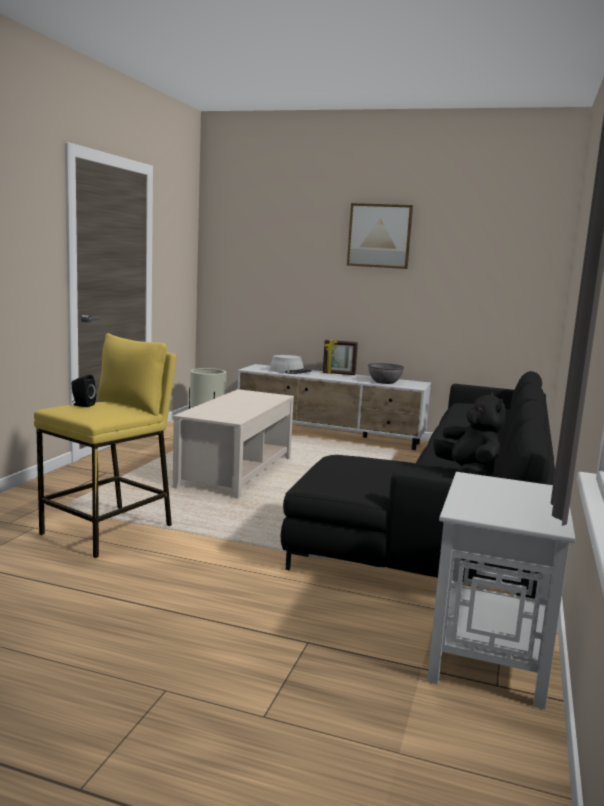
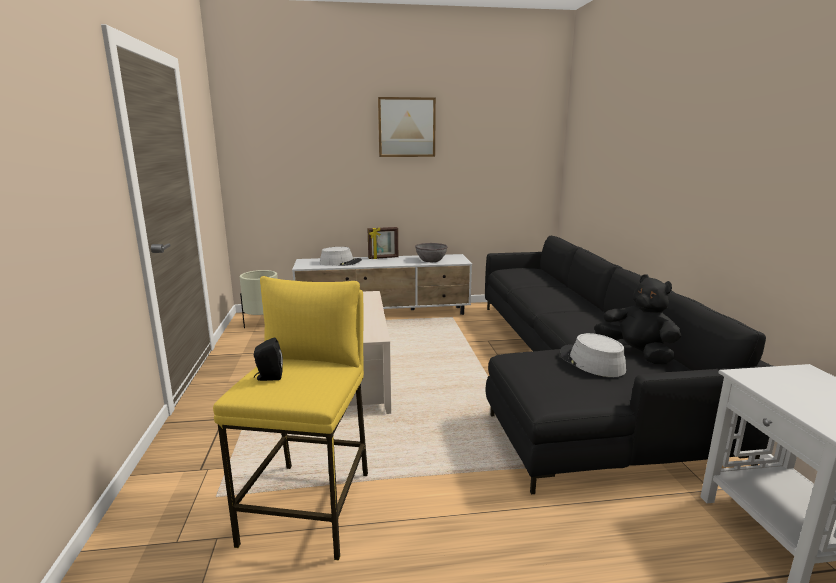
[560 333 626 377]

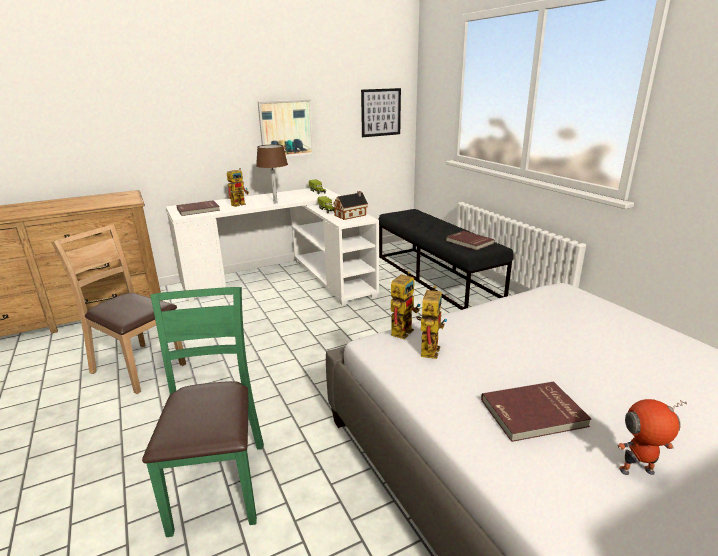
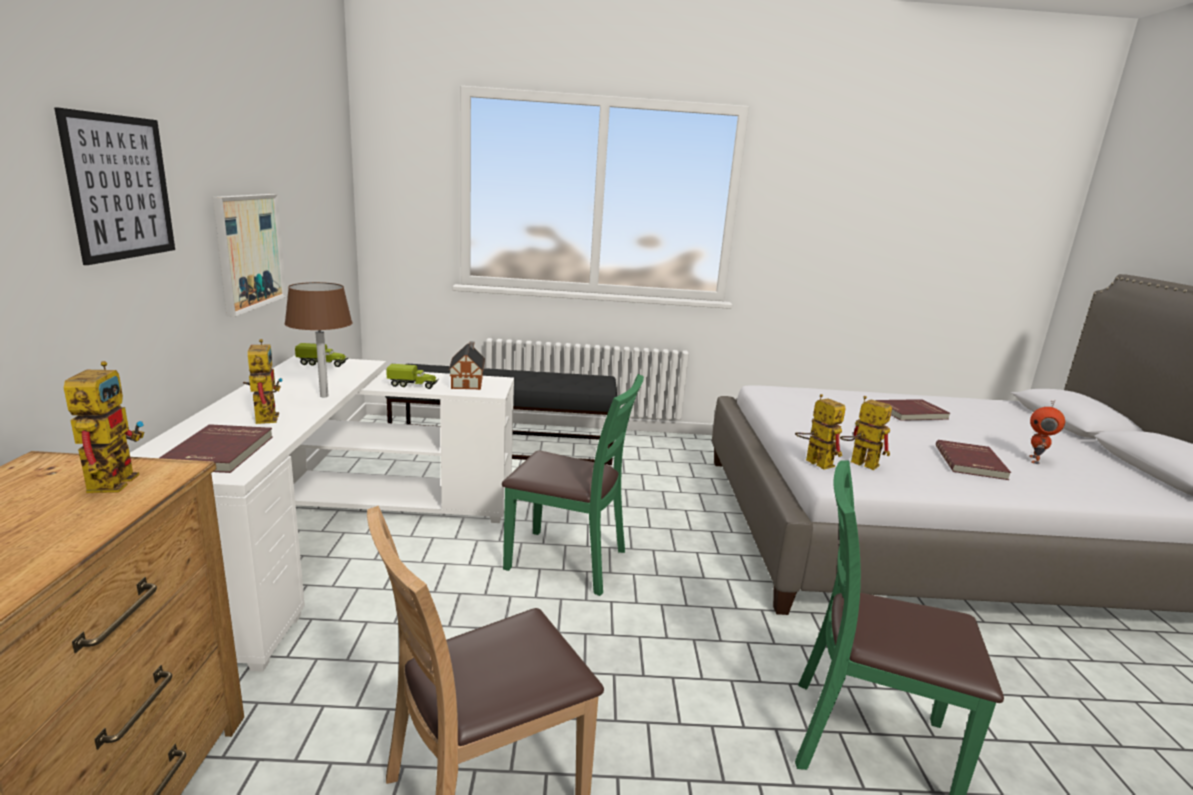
[54 107 175 265]
[875 399 951 421]
[64 361 144 493]
[502 374 644 596]

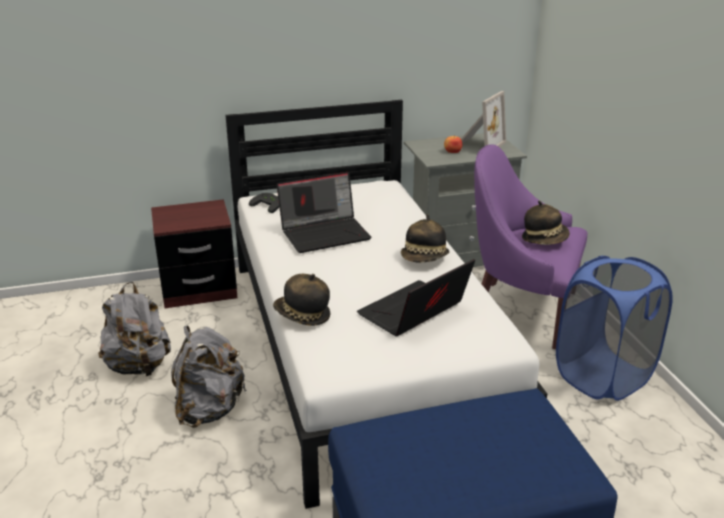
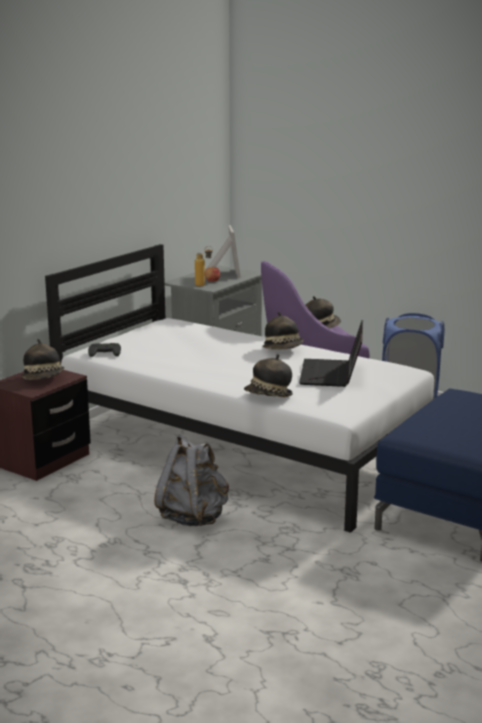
[277 172 371 253] (first image)
[98 282 171 376] (first image)
[195 246 213 286]
[21 339 65 380]

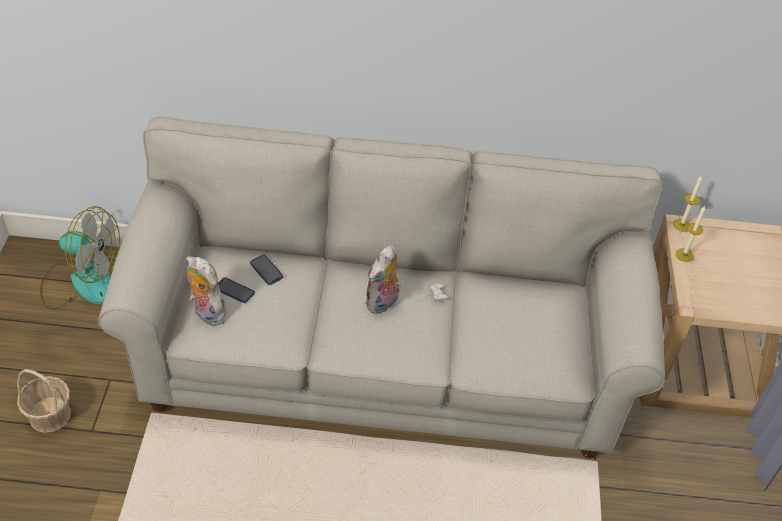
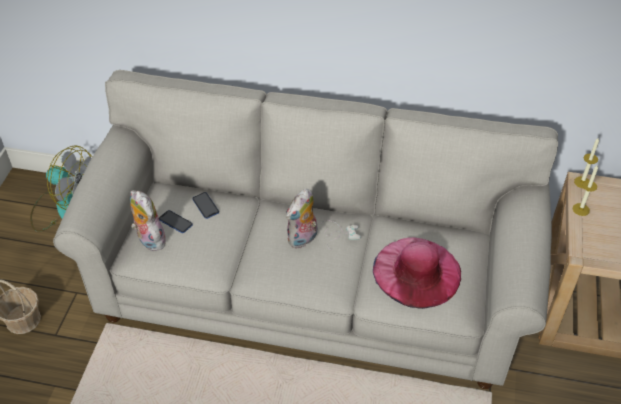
[373 237 461 309]

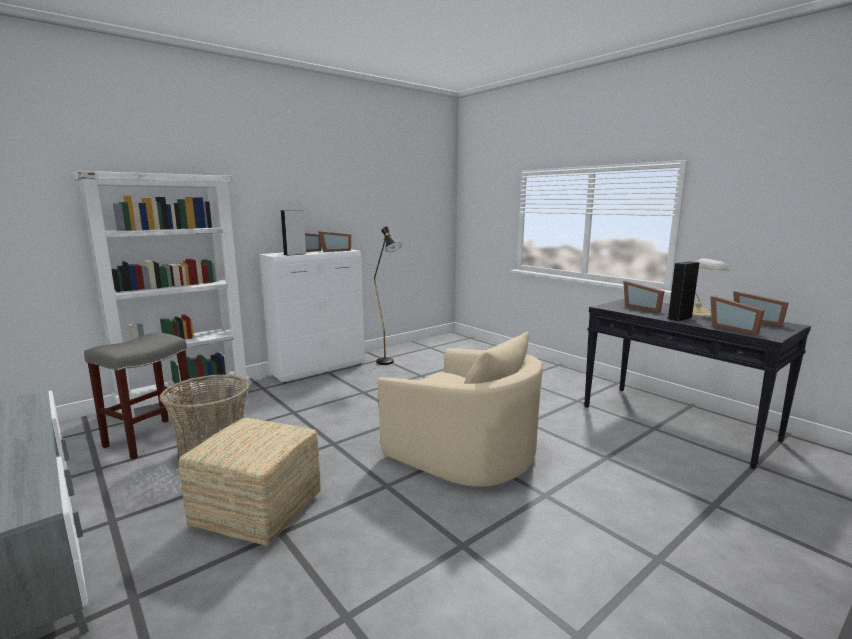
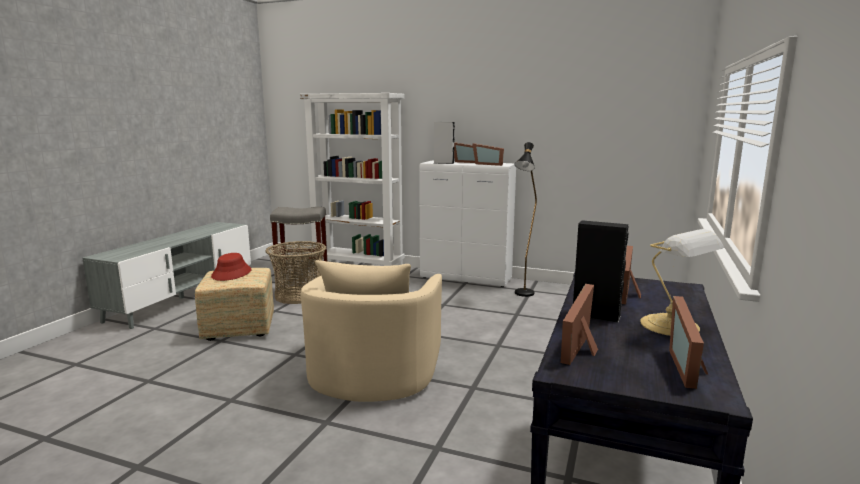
[211 253 251 281]

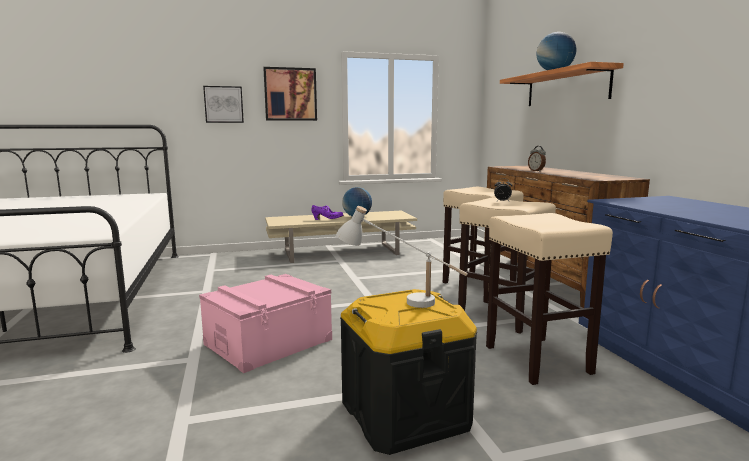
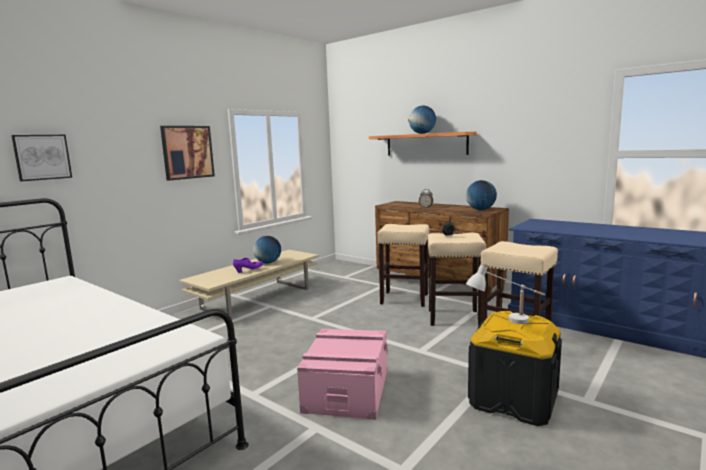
[11 135 72 181]
[466 180 497 210]

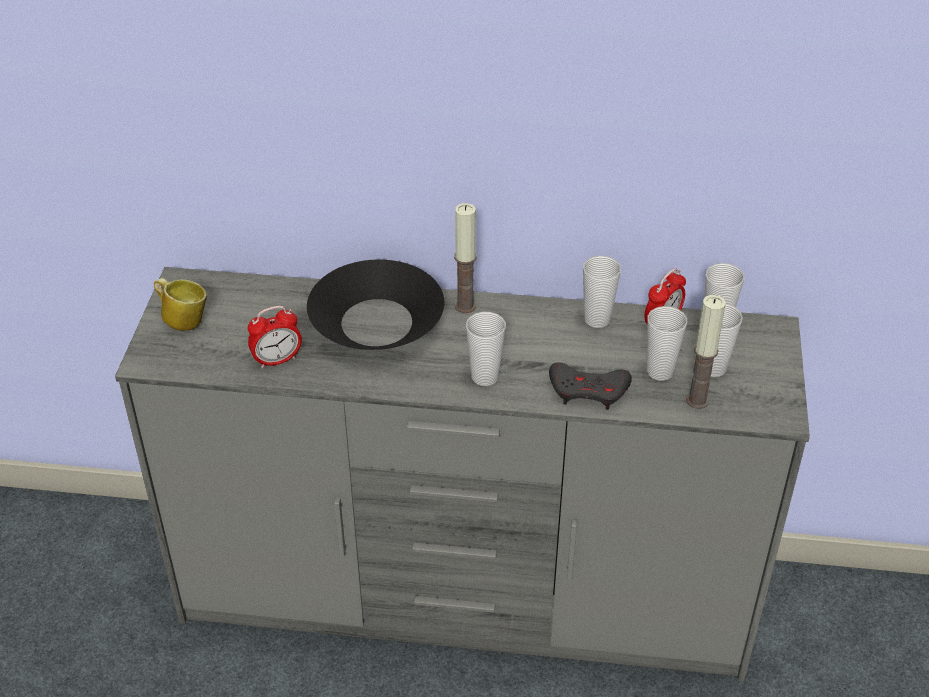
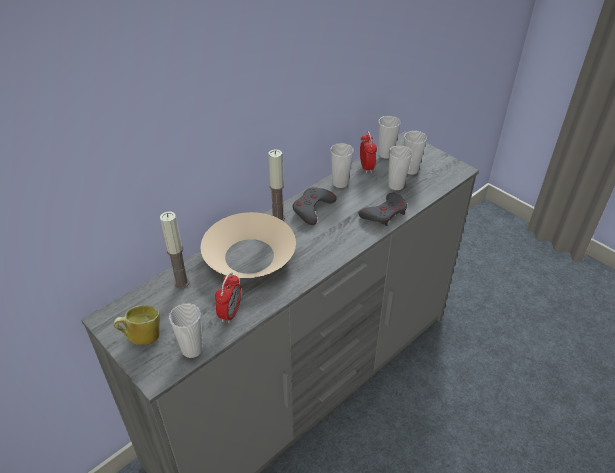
[201 212 296 278]
[160 211 190 289]
[169 303 203 358]
[292 187 337 225]

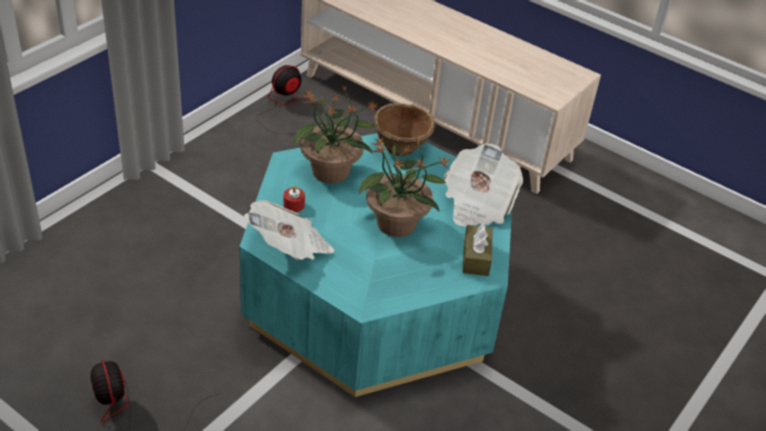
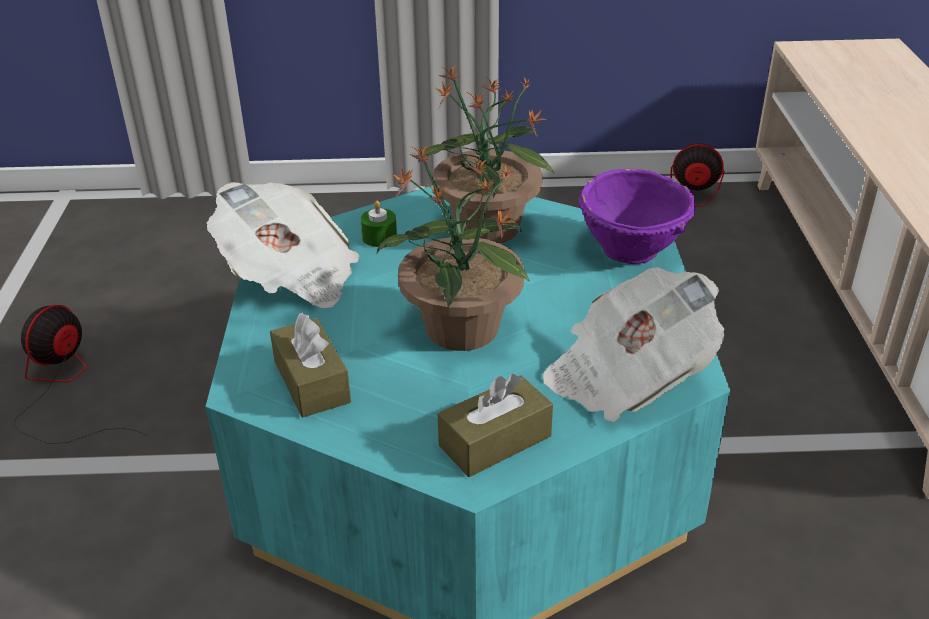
[579 169 695 264]
[360 200 397 247]
[270 313 351 417]

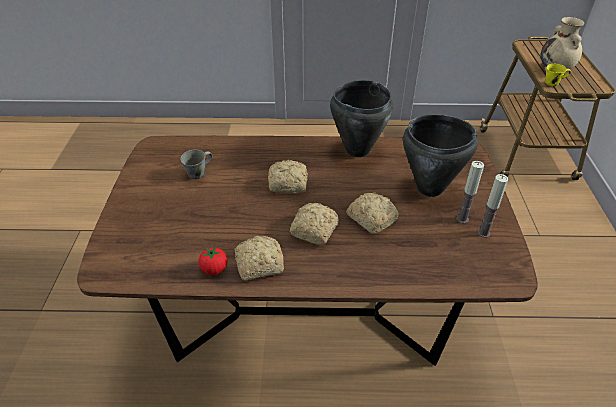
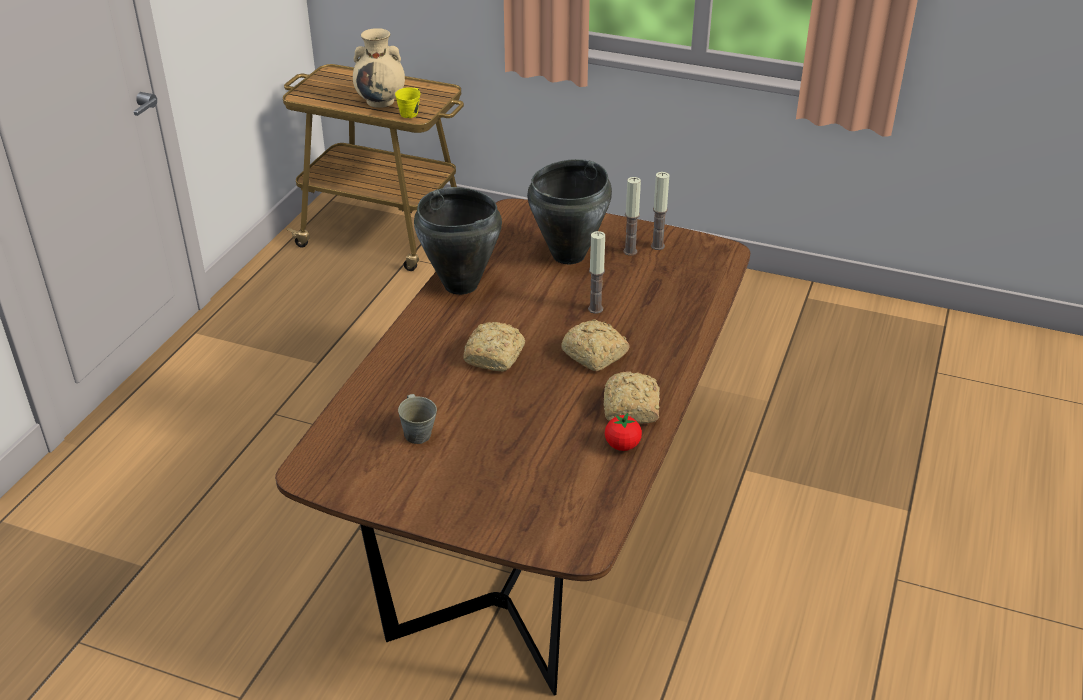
[588 231 605 314]

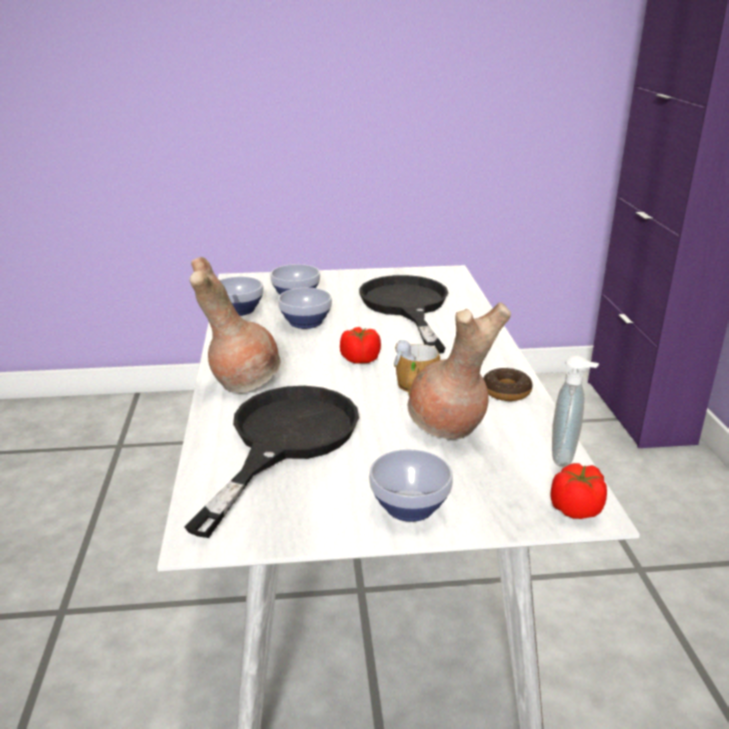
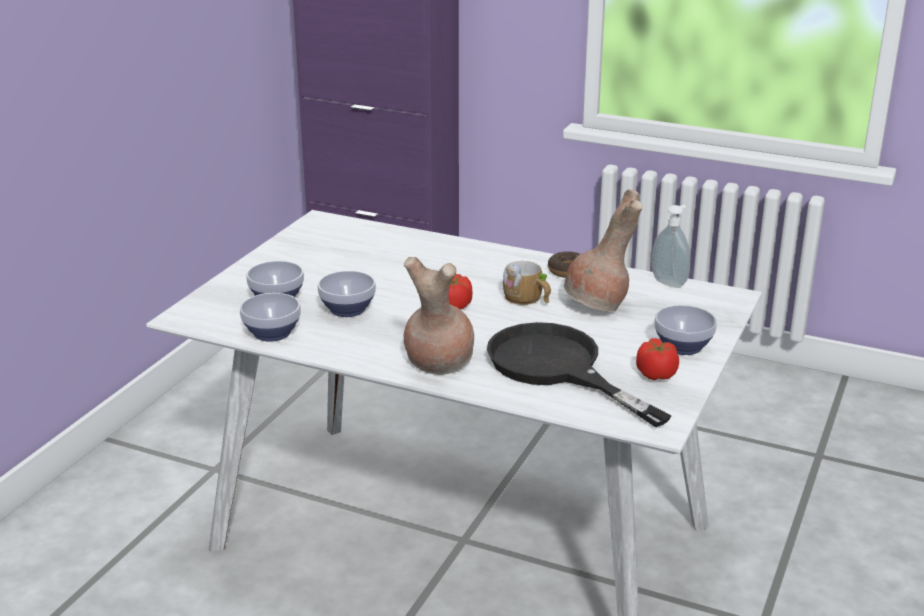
[359 275 448 354] (first image)
[636 338 679 380]

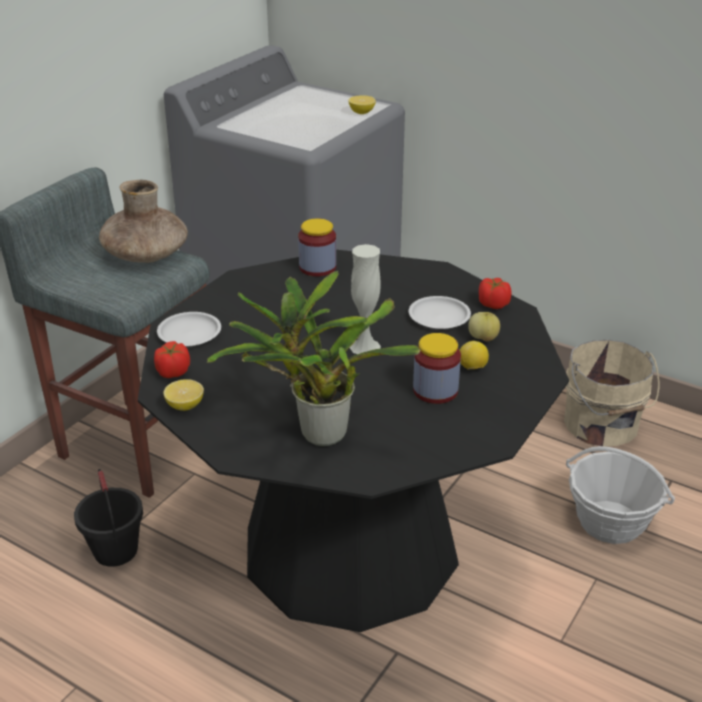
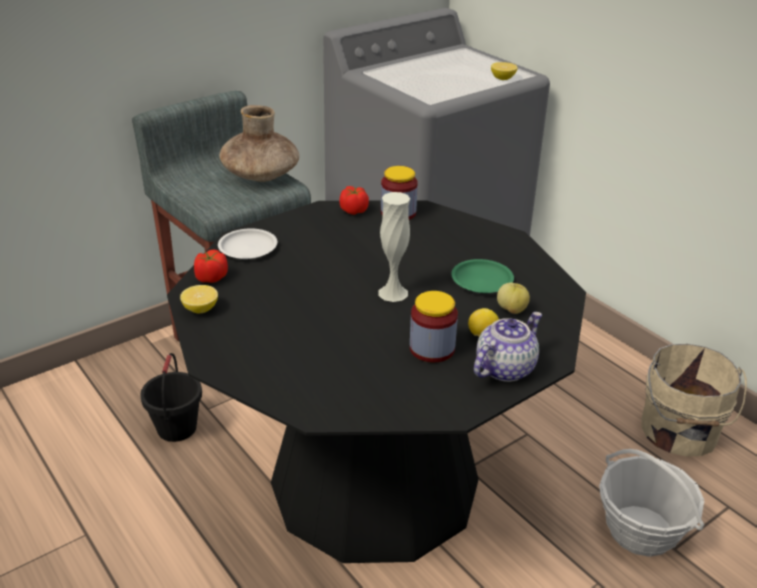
[206 271 420 446] (first image)
[339 186 369 215]
[451 259 514 293]
[474 312 542 382]

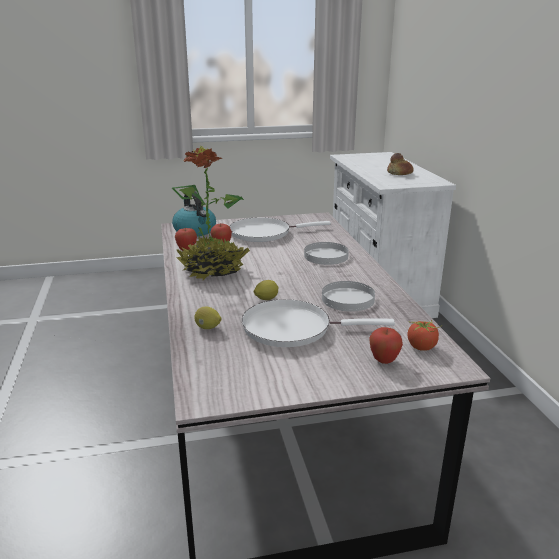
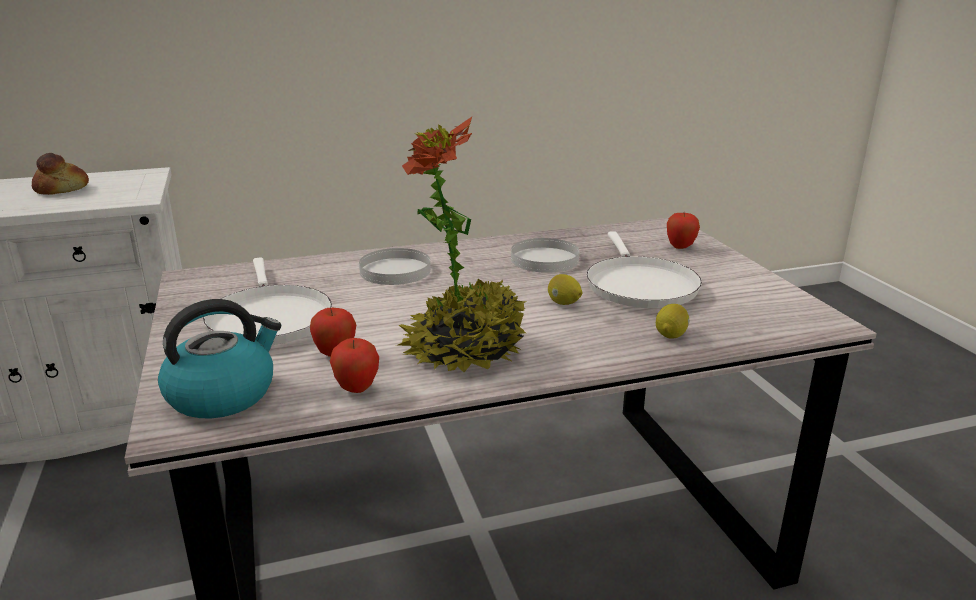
[407 320 442 351] (first image)

